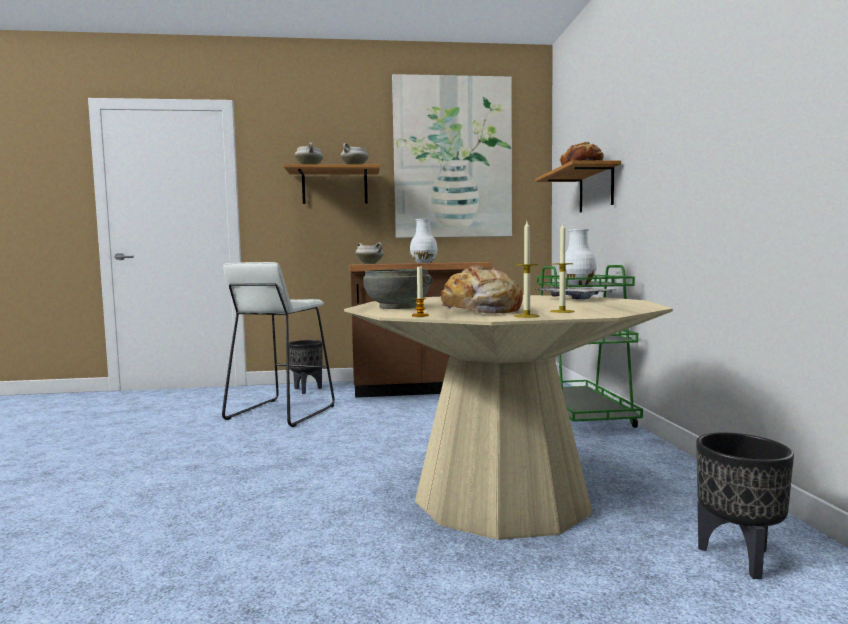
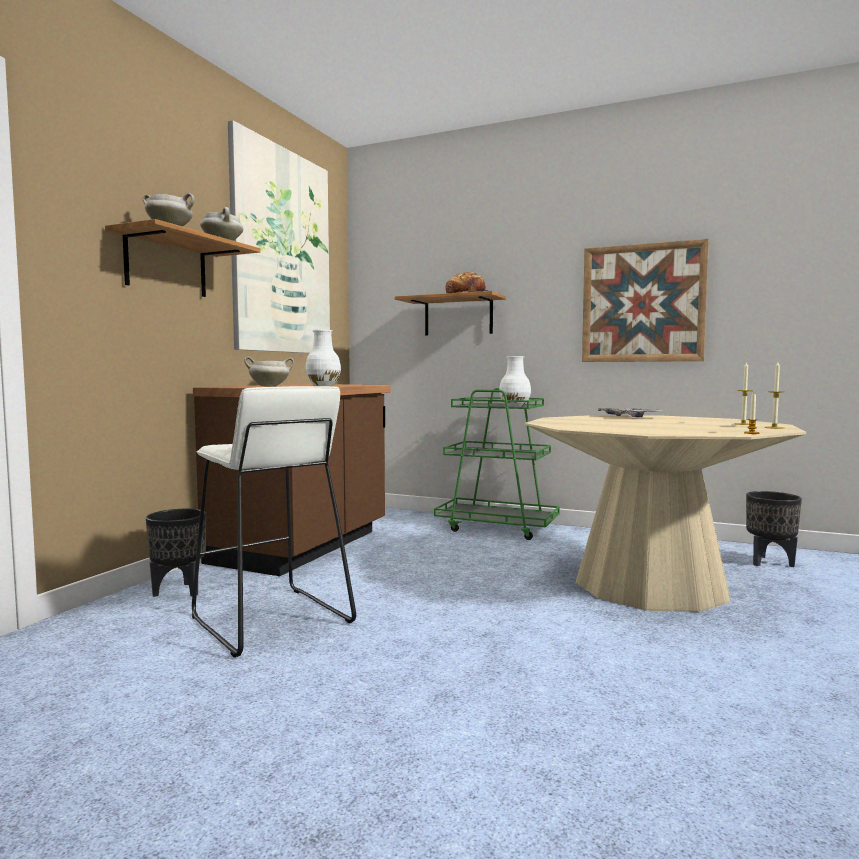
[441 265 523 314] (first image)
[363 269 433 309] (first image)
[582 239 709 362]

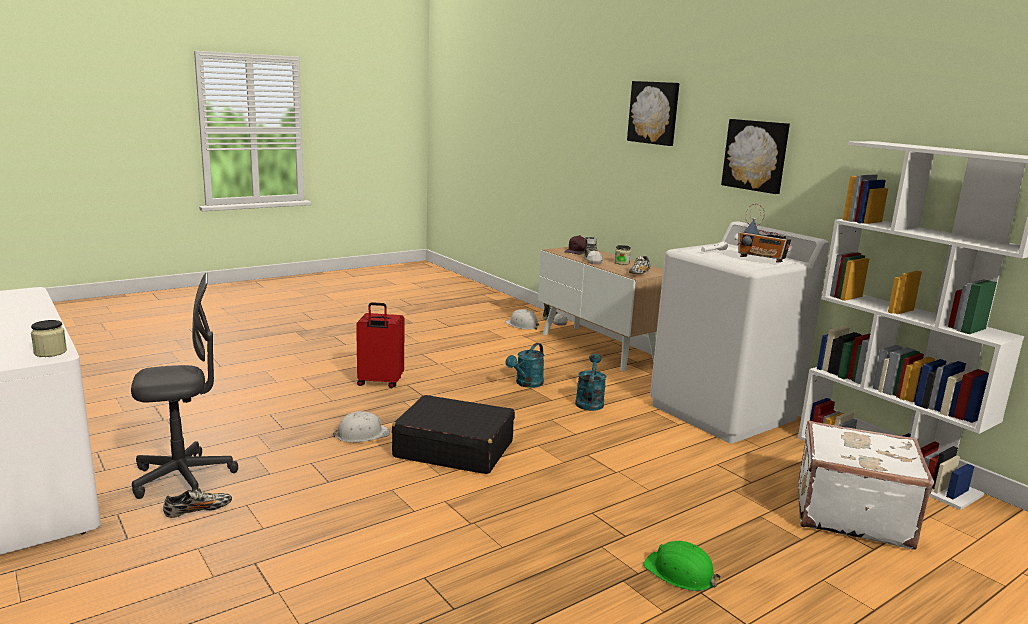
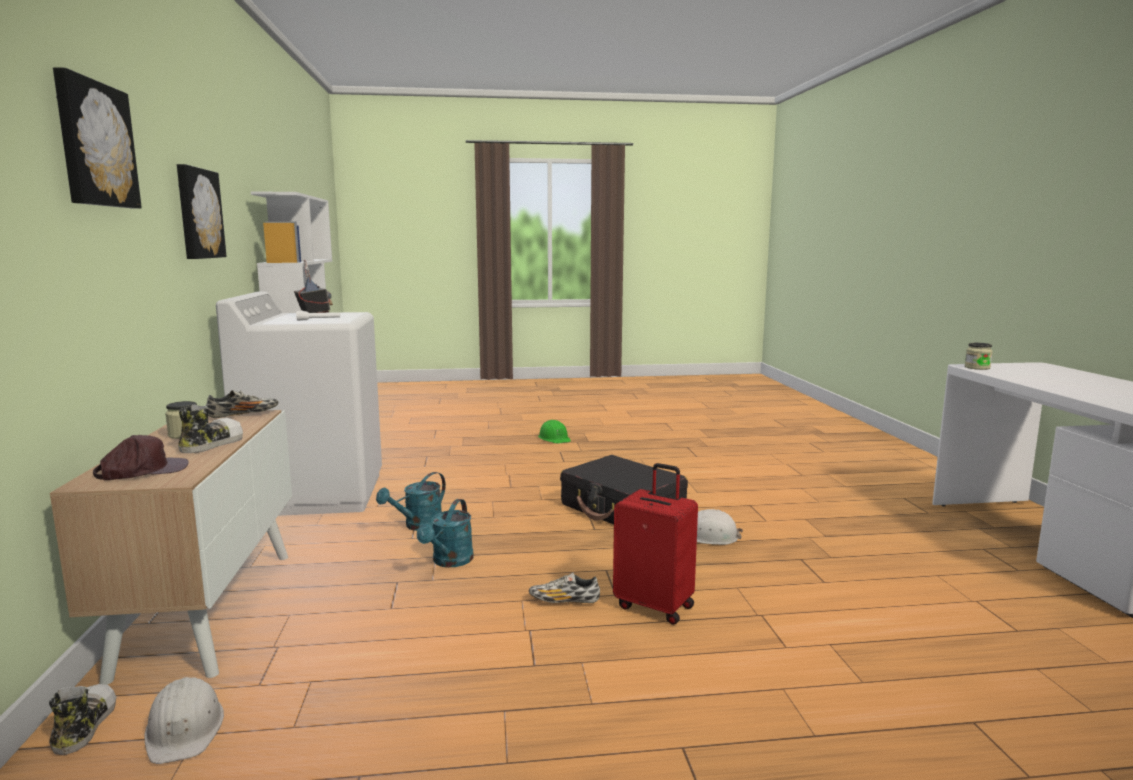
[131 273 238 499] (first image)
[417 499 474 568]
[798 420 934 550] (first image)
[529 572 600 603]

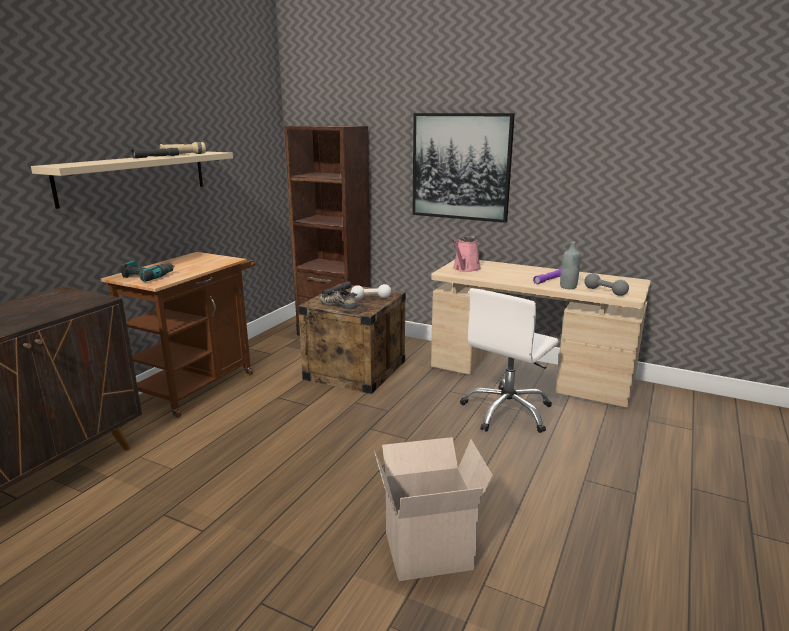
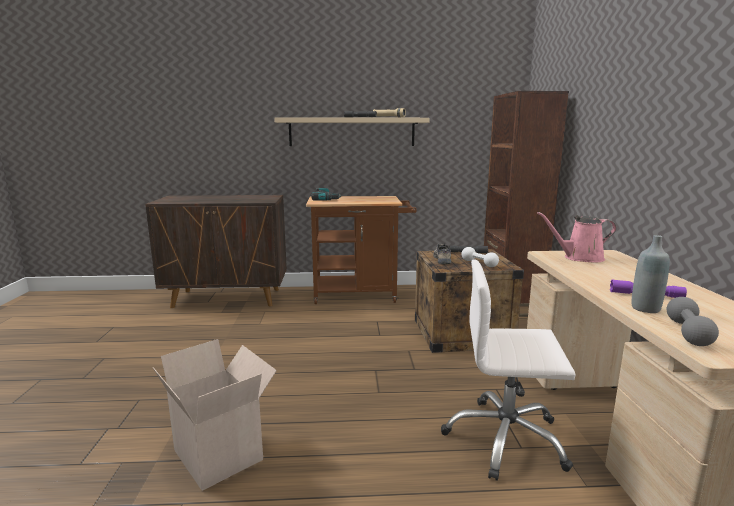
[412 113 515 223] (first image)

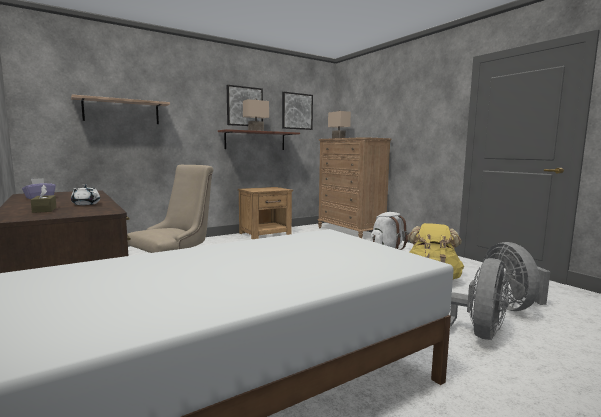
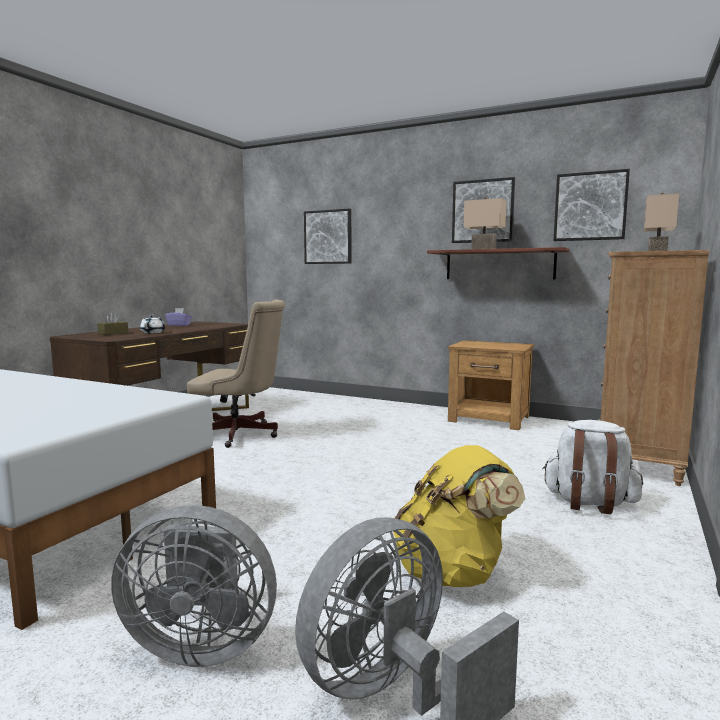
[304 209 351 264]

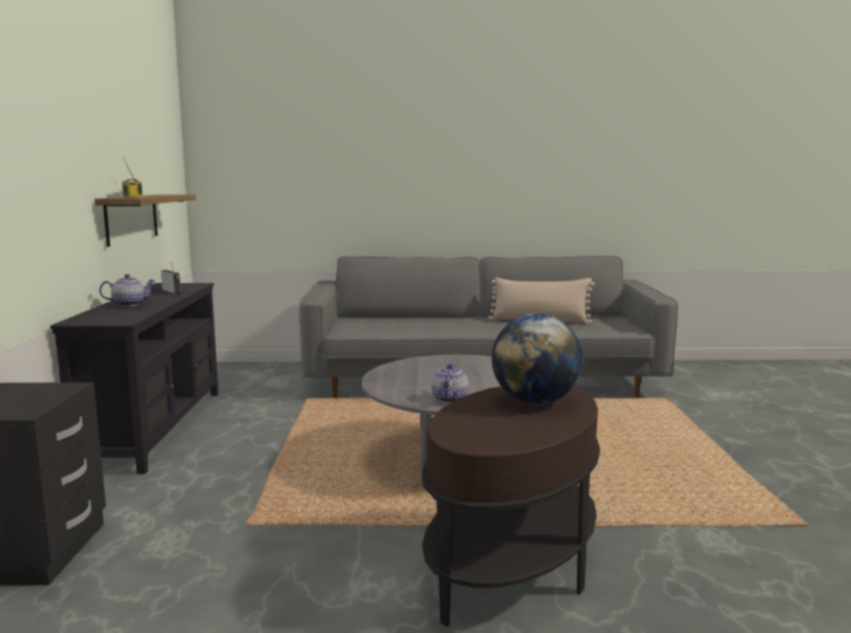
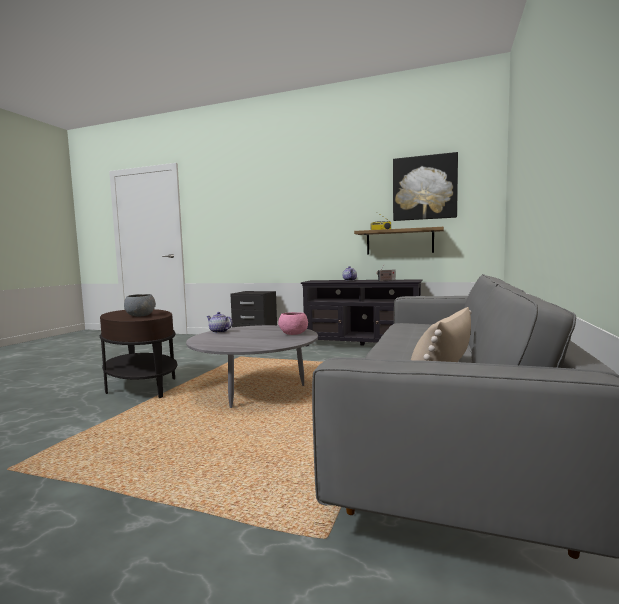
[124 294 156 317]
[393 152 458 221]
[278 312 308 335]

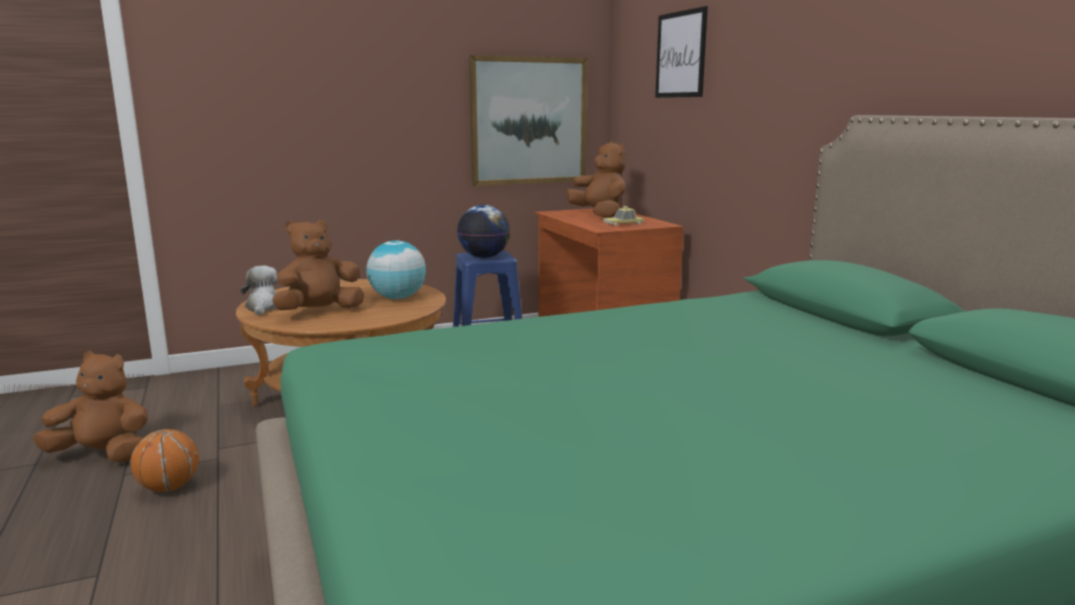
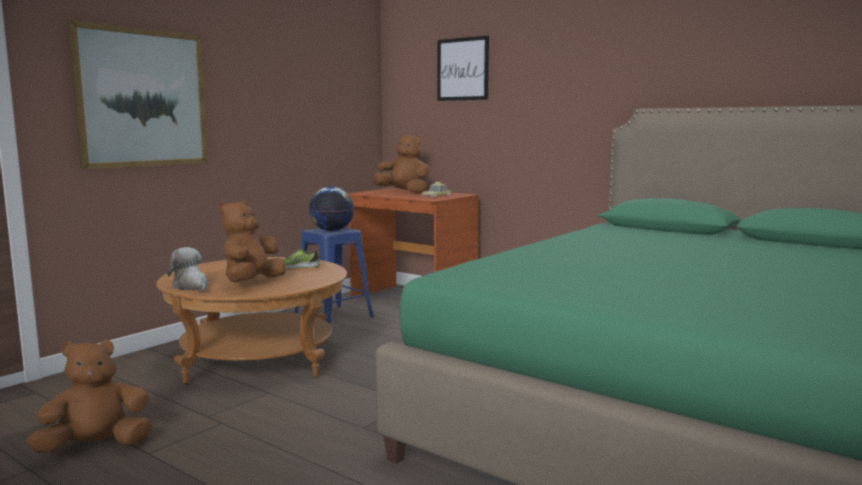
[67 20 208 169]
[284 248 320 269]
[130 429 199 492] (first image)

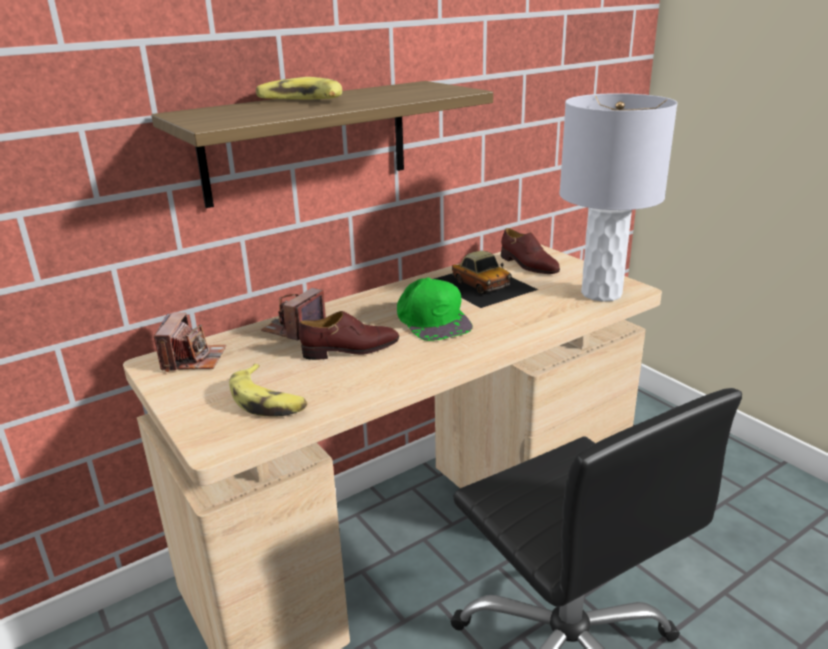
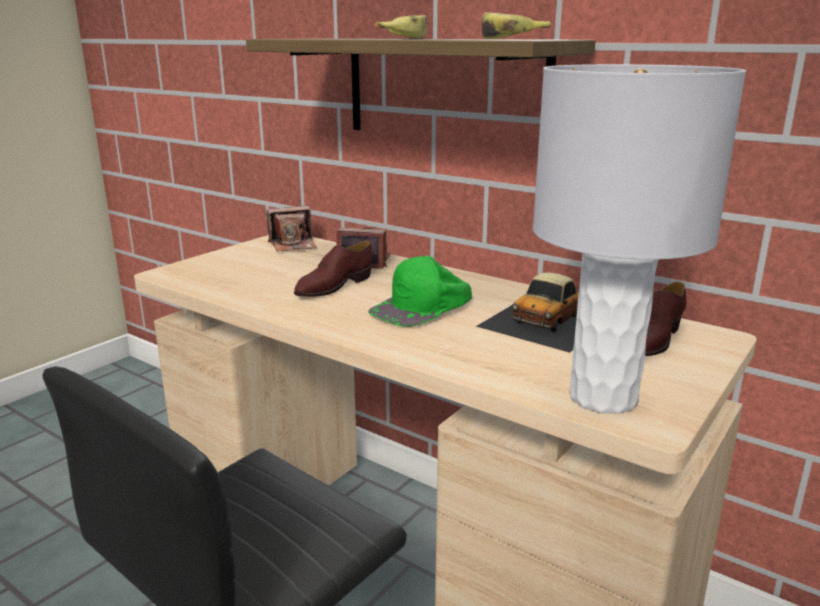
[294 241 373 297]
[482 12 552 39]

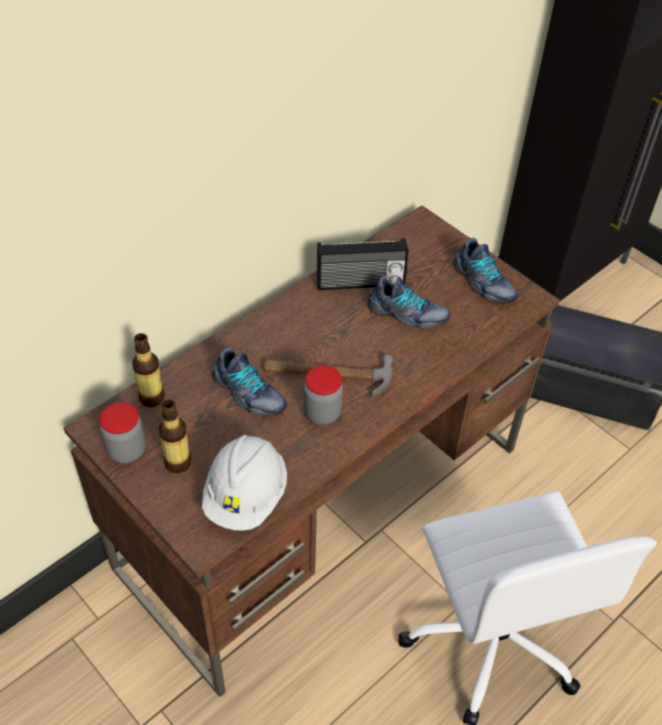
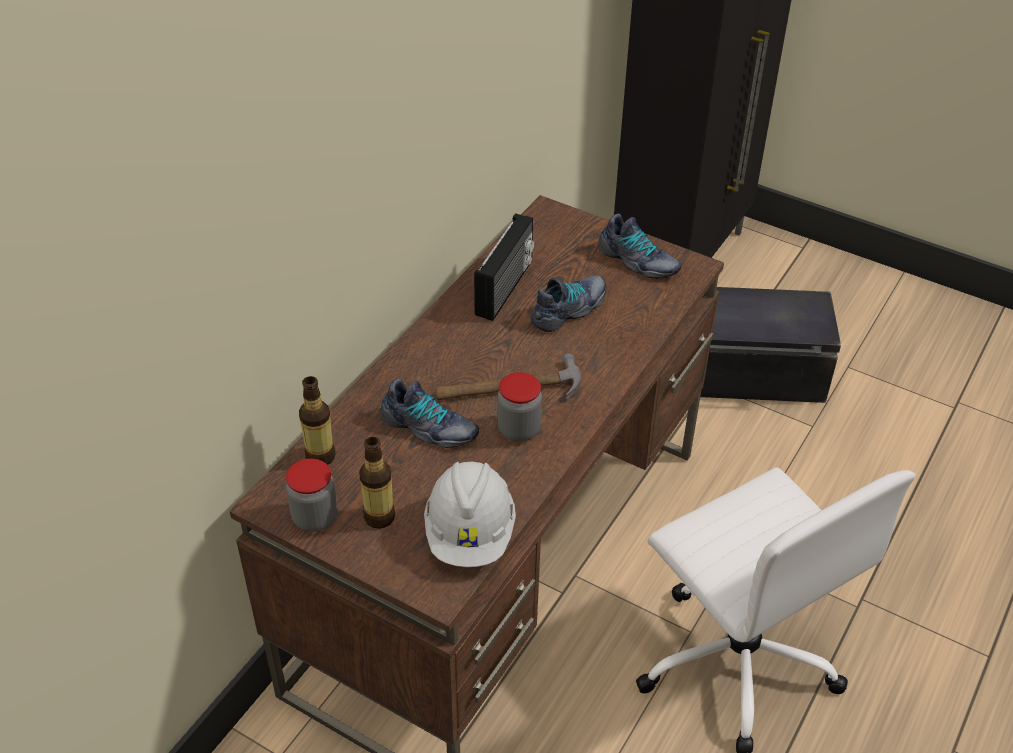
[474 213 534 321]
[531 275 606 332]

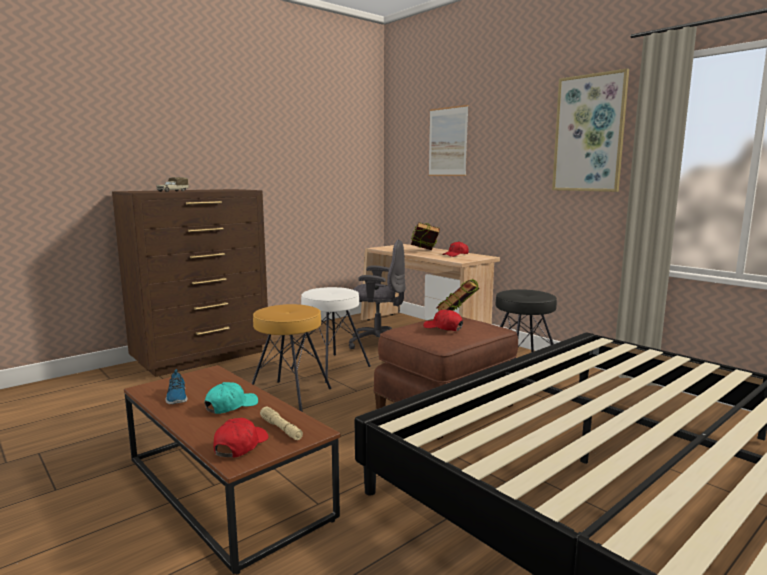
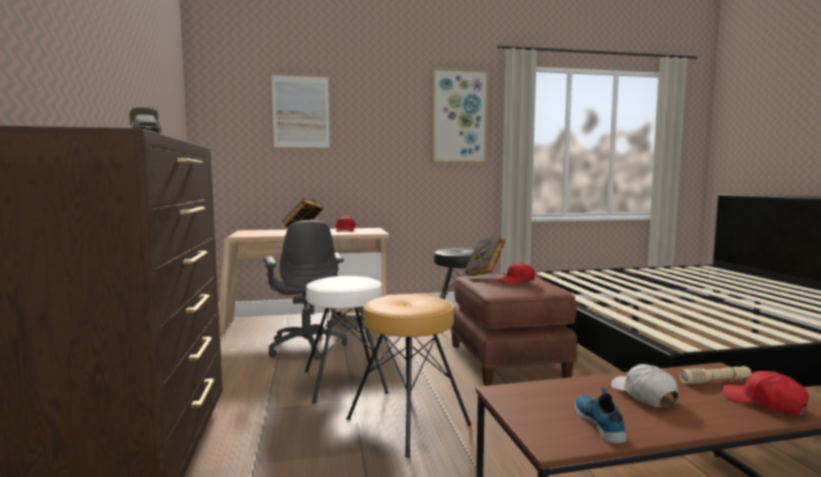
[263 220 347 360]
[575 387 627 443]
[611 364 679 407]

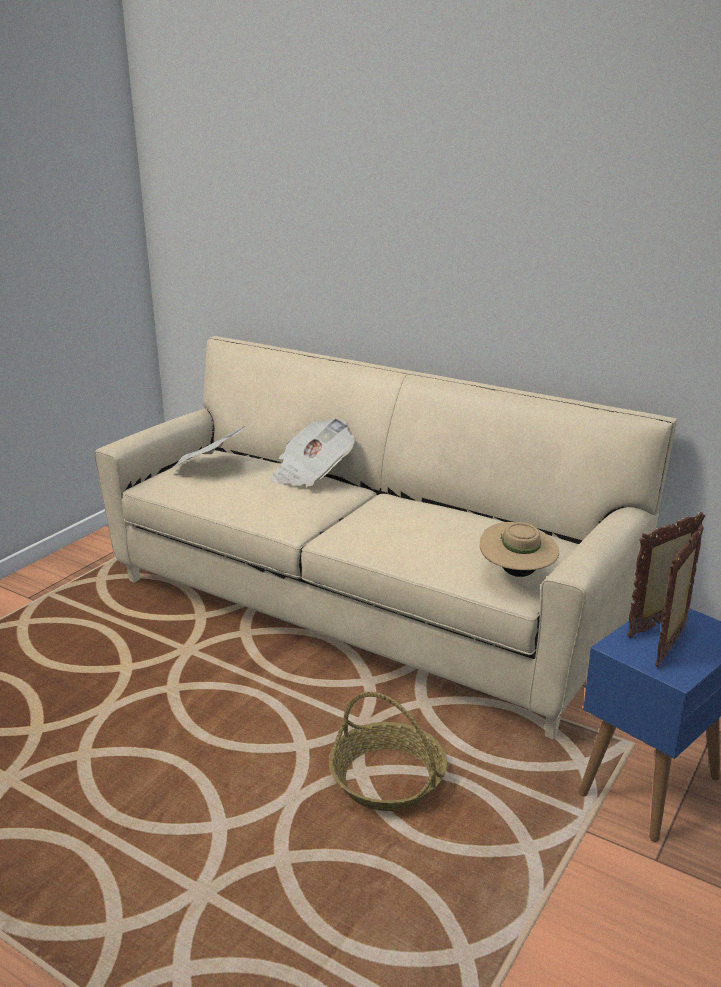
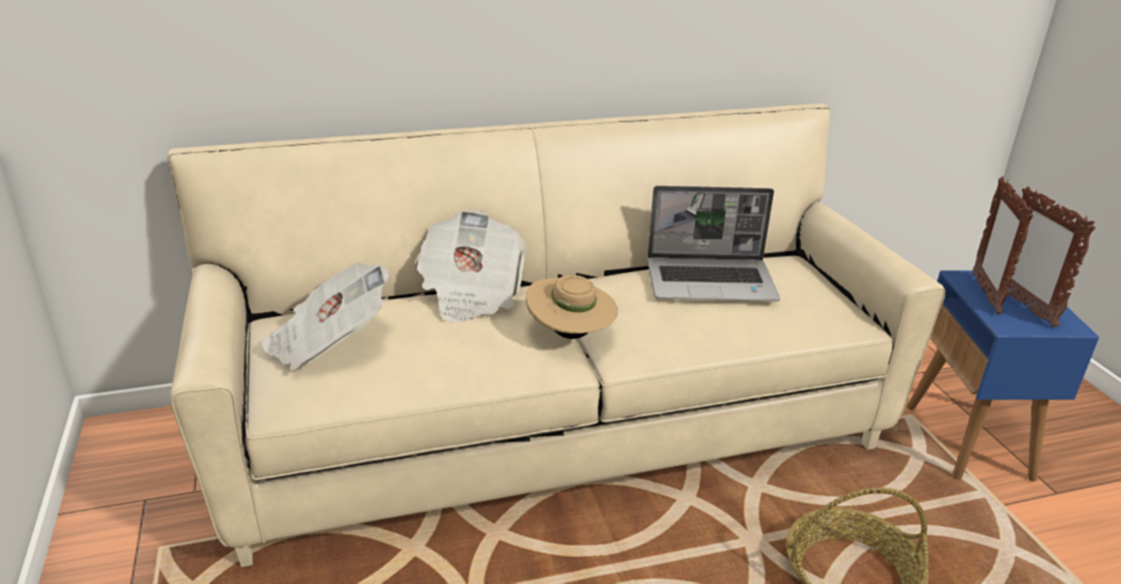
[526 275 618 339]
[647 186 780 301]

